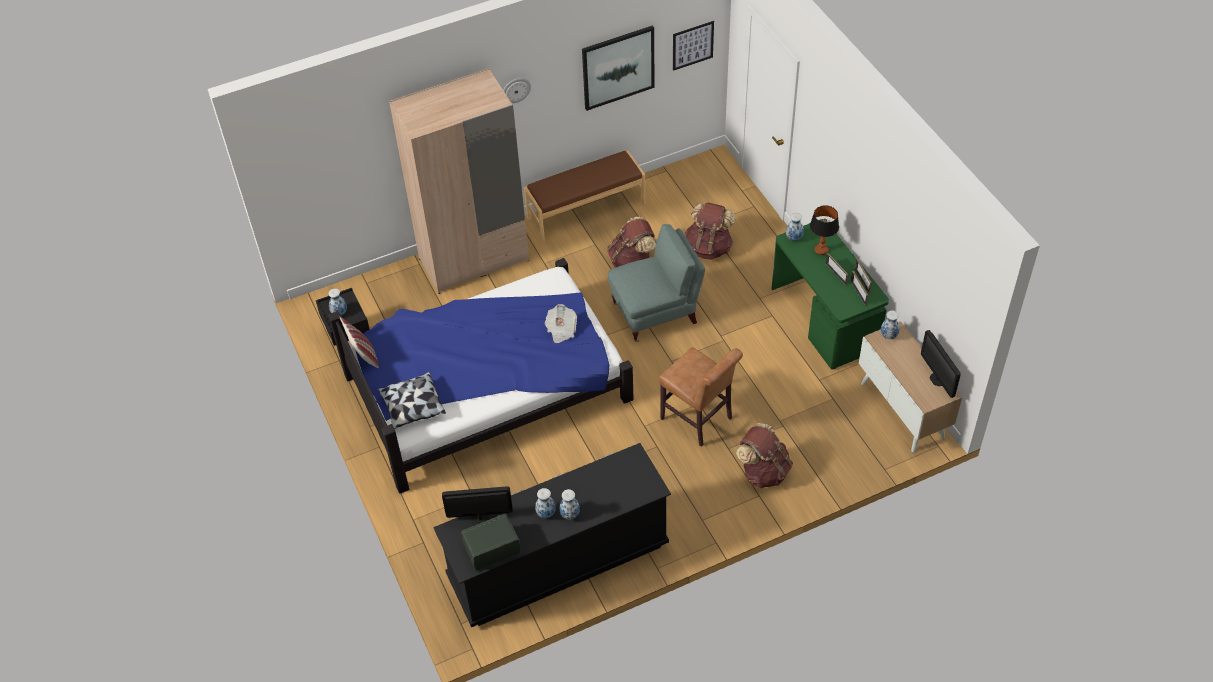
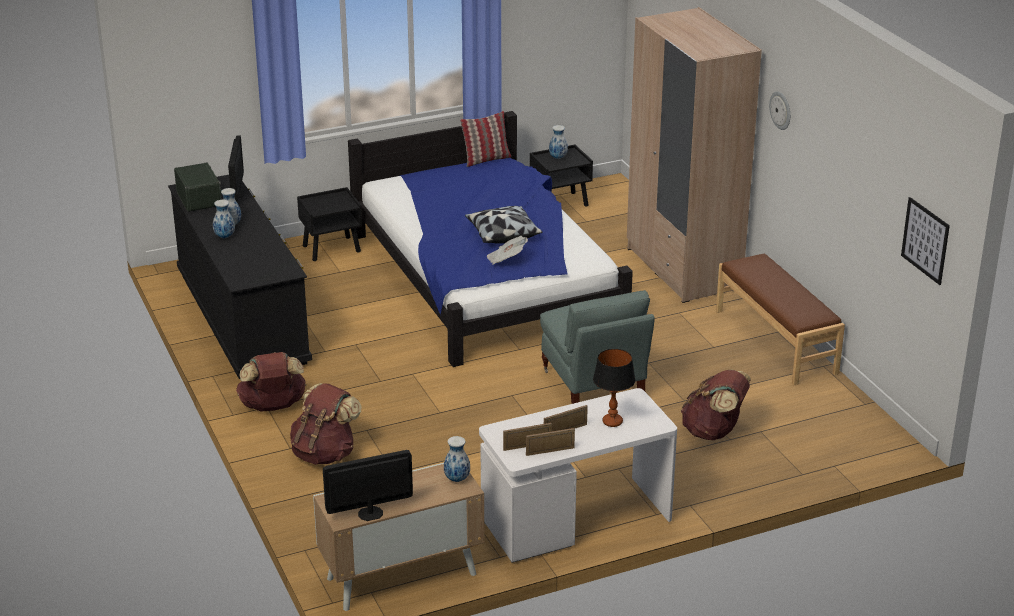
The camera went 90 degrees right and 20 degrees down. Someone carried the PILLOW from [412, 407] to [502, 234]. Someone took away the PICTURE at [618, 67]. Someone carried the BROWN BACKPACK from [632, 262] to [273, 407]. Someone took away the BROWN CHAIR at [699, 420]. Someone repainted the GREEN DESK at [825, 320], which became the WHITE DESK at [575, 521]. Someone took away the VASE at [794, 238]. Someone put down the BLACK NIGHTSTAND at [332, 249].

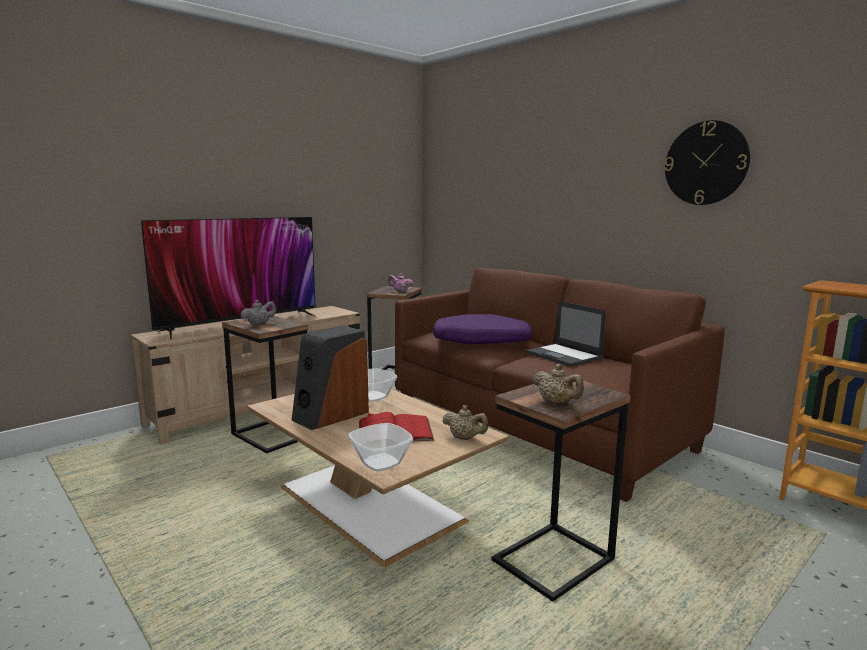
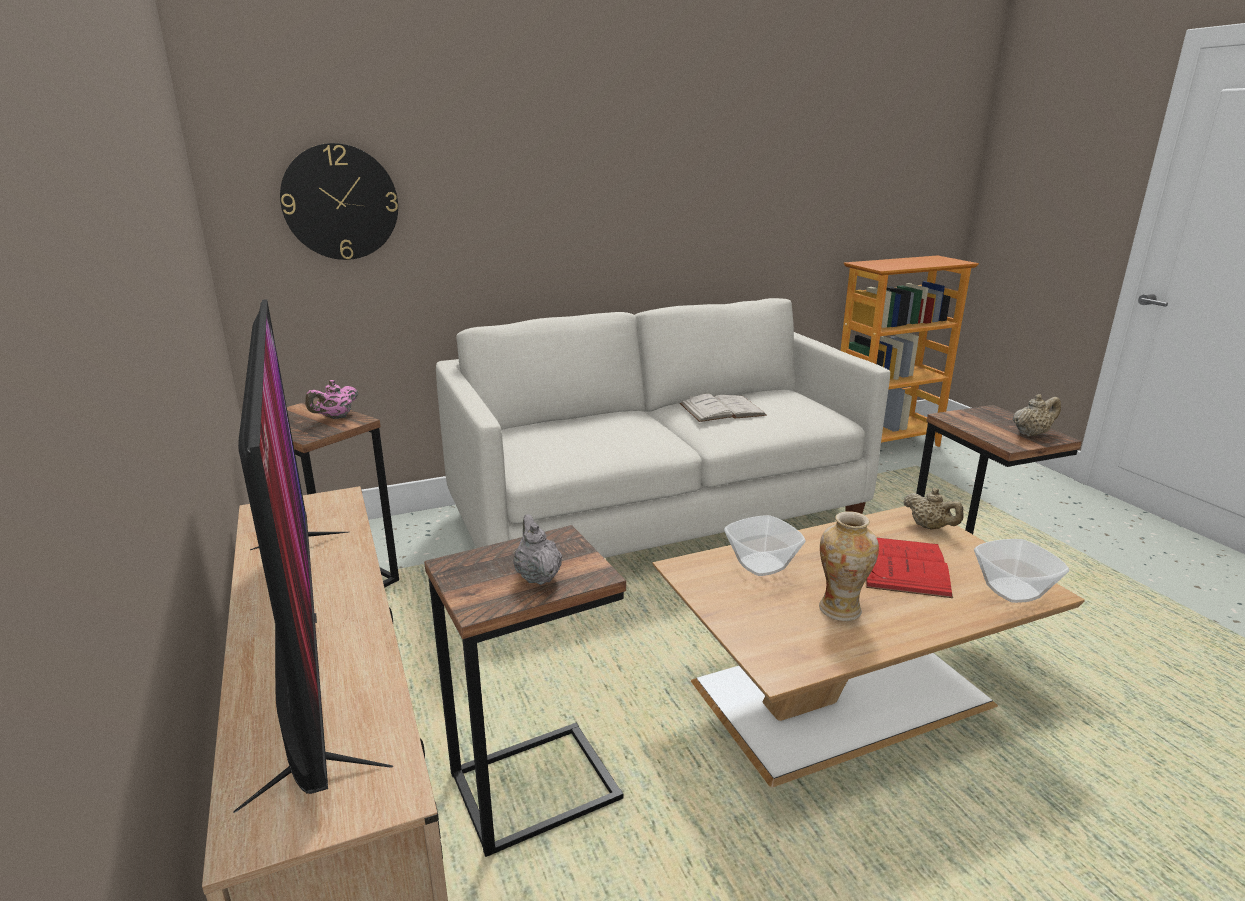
The camera went 70 degrees left and 10 degrees up. Someone swapped the SPEAKER at [330, 415] for the VASE at [840, 610]. Someone repainted the BROWN SOFA at [537, 427], which became the WHITE SOFA at [656, 517]. Someone took away the PURPLE PILLOW at [481, 341]. Someone rotated the BEIGE TEAPOT at [465, 438] by 90 degrees clockwise. Someone swapped the LAPTOP at [564, 355] for the WHITE BOOK at [722, 409]. Someone carried the WALL CLOCK from [706, 163] to [340, 202].

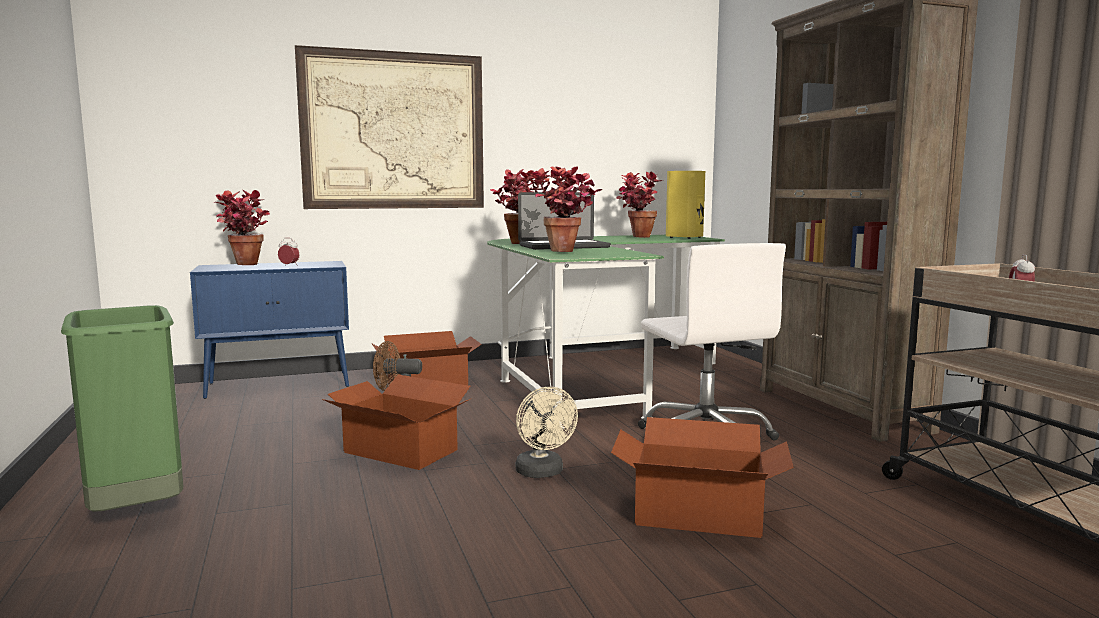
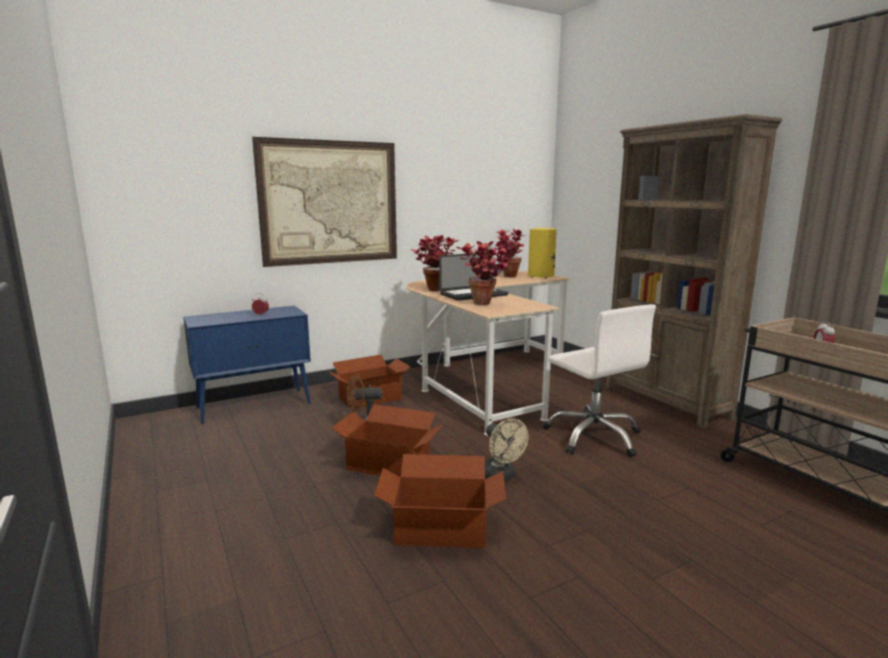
The camera went 10 degrees left and 5 degrees up. Someone took away the GREEN TRASH CAN at [137, 513]. Someone took away the POTTED PLANT at [244, 265]. Someone repainted the GREEN DESK at [592, 376], which became the BEIGE DESK at [484, 382]. Someone carried the CARDBOARD BOX from [699, 515] to [442, 530].

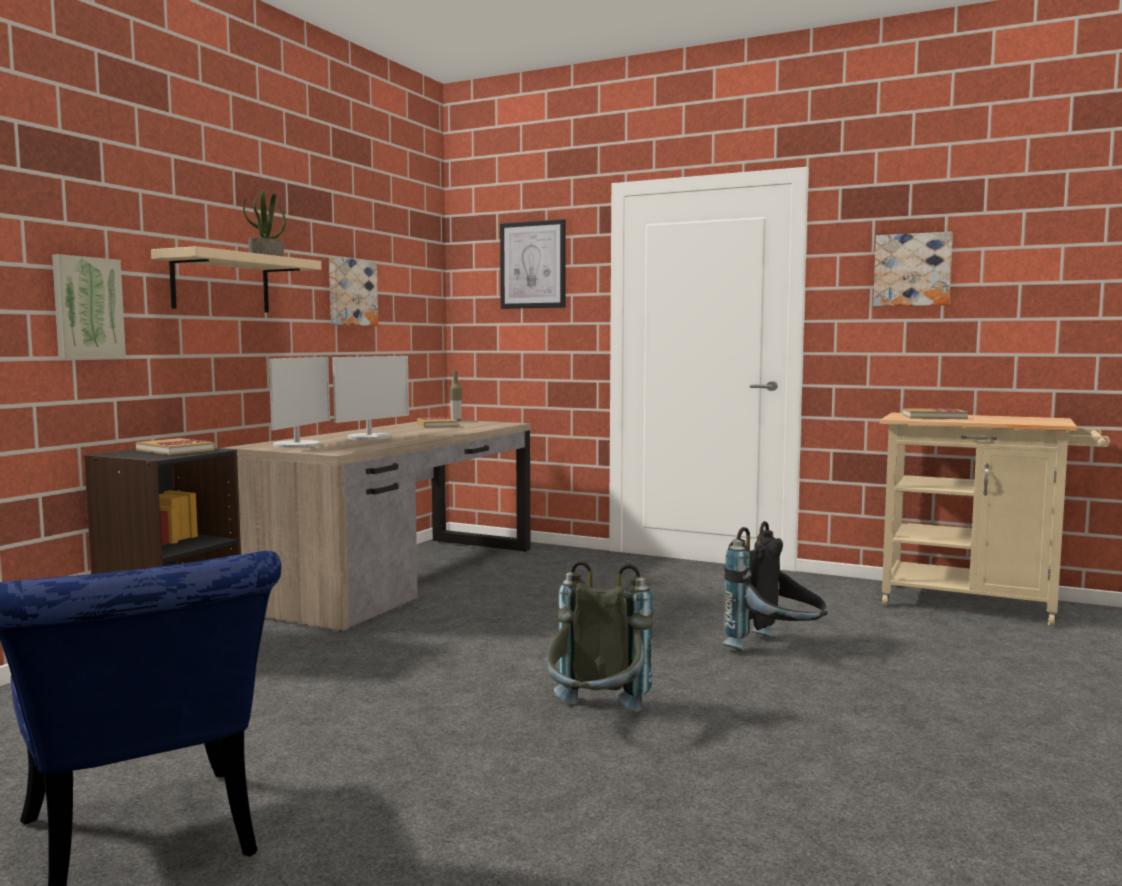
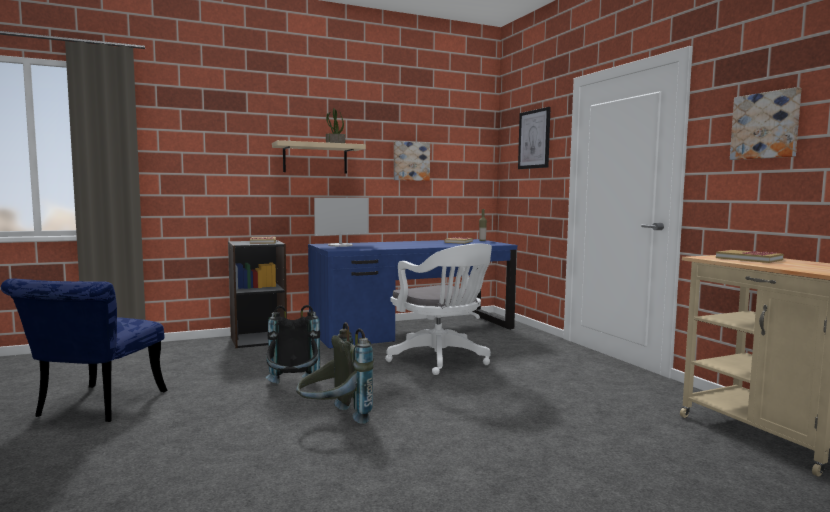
The camera went 40 degrees right and 0 degrees up. Someone took away the PICTURE at [87, 308]. Someone repainted the BROWN DESK at [399, 577], which became the BLUE DESK at [412, 330]. Someone took away the MONITOR at [370, 437]. Someone carried the BLACK BACKPACK from [776, 650] to [293, 388]. Someone put down the WHITE OFFICE CHAIR at [441, 360].

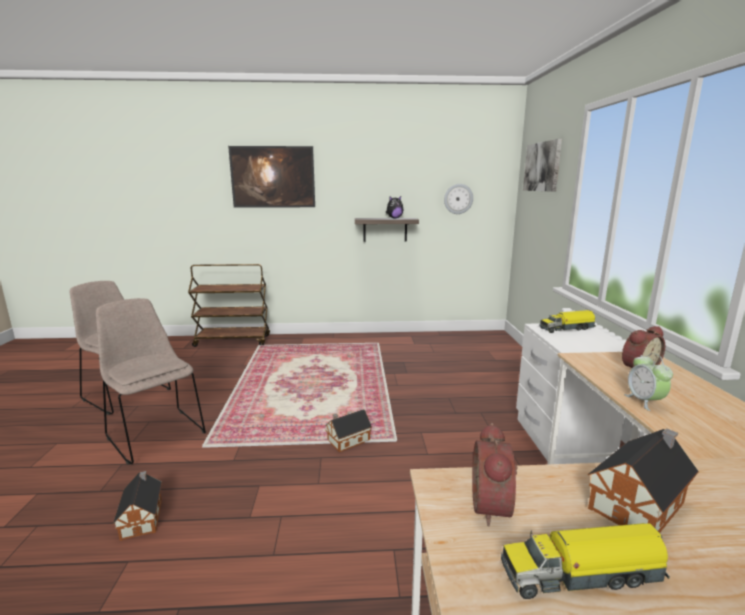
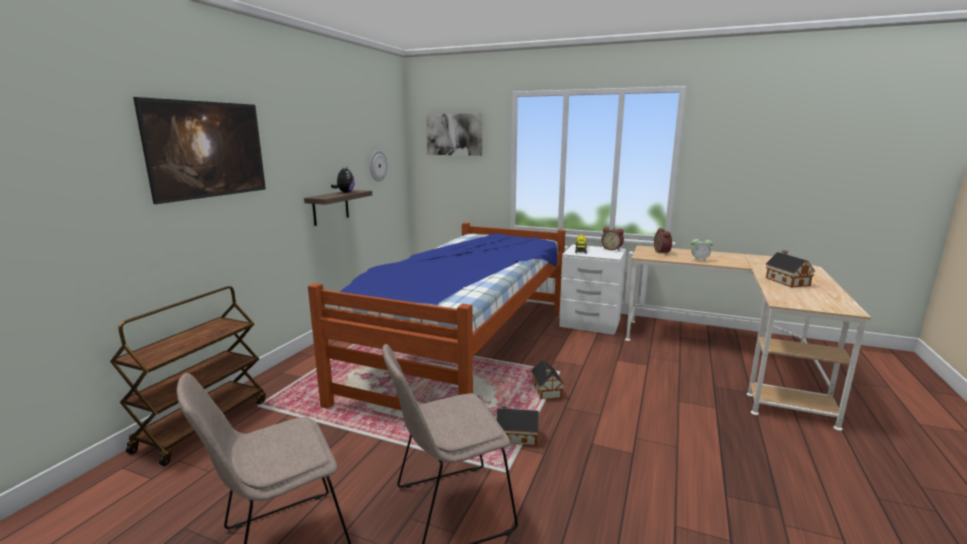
The camera went 65 degrees left and 0 degrees up. Someone carried the TOY HOUSE from [143, 517] to [515, 436]. Someone carried the ALARM CLOCK from [494, 506] to [612, 249]. Someone took away the TOY TRUCK at [583, 573]. Someone put down the BED at [464, 349].

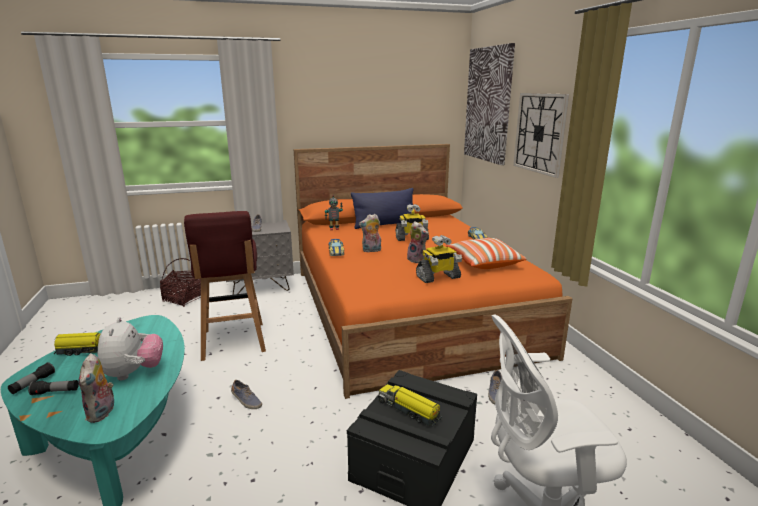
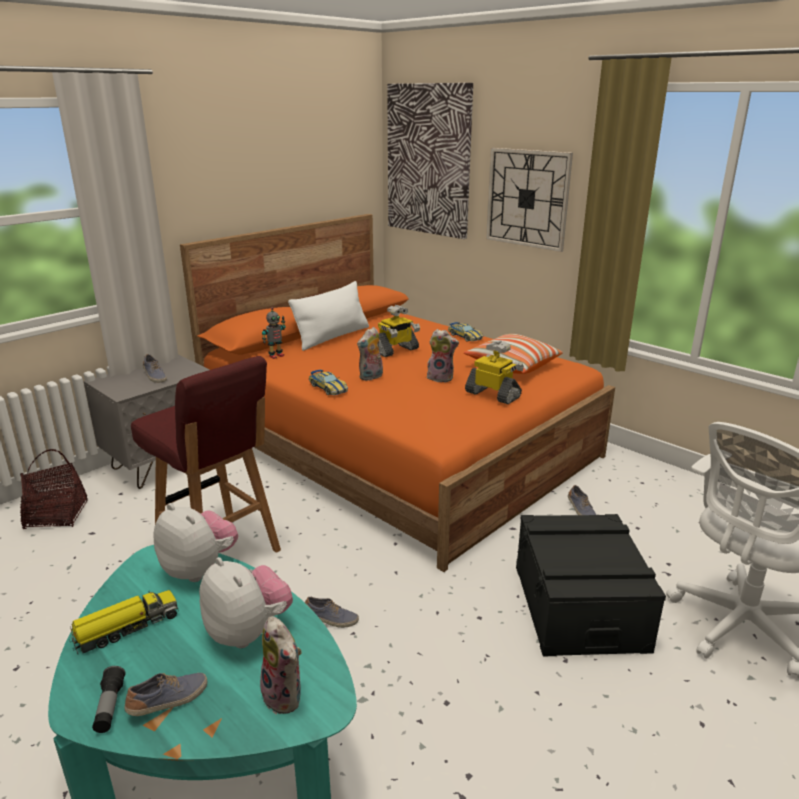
The camera went 30 degrees left and 5 degrees up. Someone swapped the FLASHLIGHT at [55, 392] for the SHOE at [169, 701]. Someone repainted the BLUE PILLOW at [385, 224], which became the WHITE PILLOW at [332, 337]. Someone took away the TOY TRUCK at [409, 410]. Someone rotated the TOY ROBOT at [438, 277] by 90 degrees counterclockwise. Someone put down the PLUSH TOY at [199, 569].

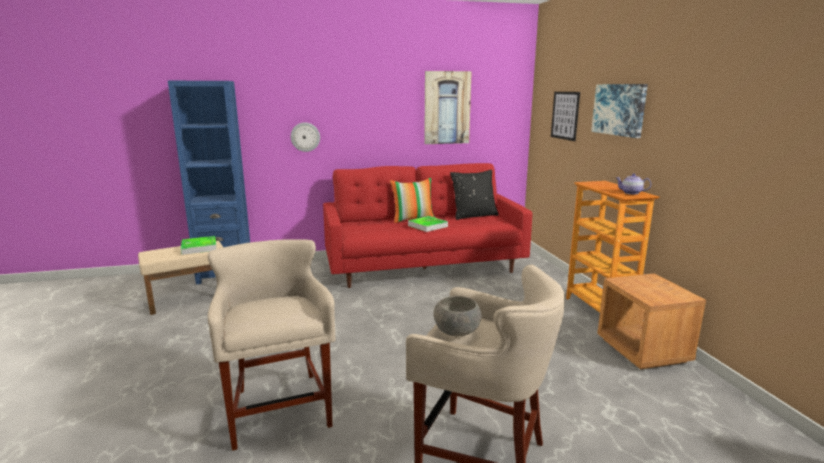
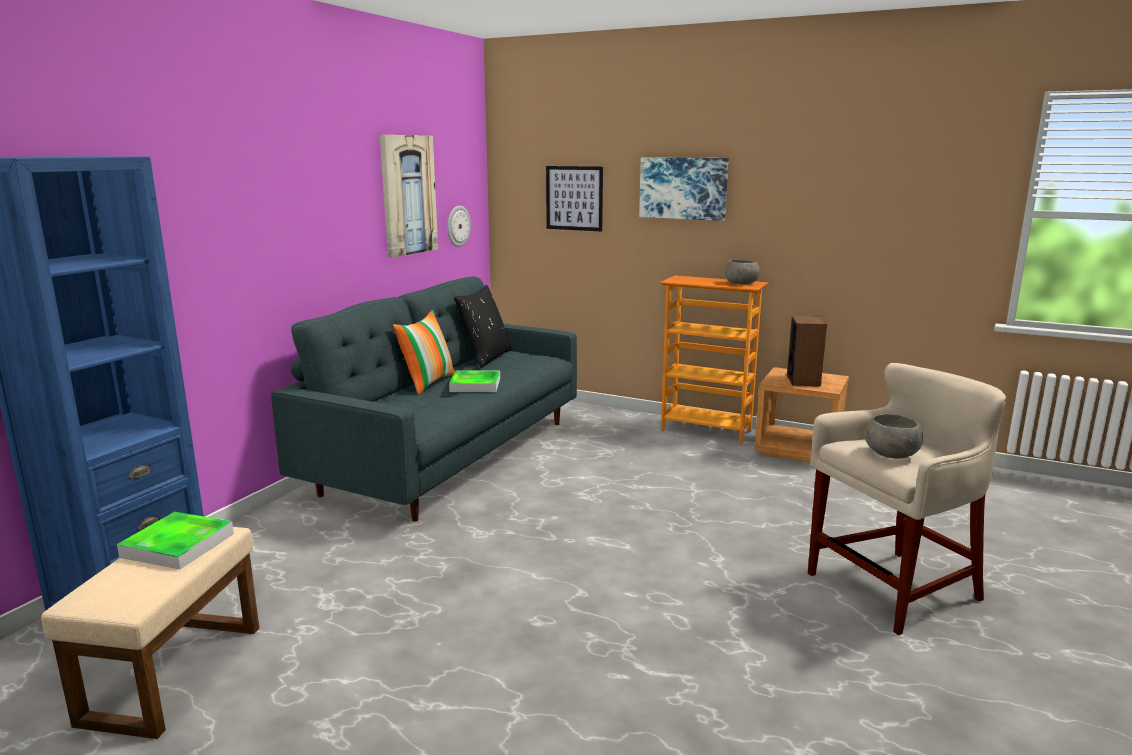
The camera went 50 degrees left and 0 degrees up. Someone took away the BEIGE STOOL at [280, 410]. Someone carried the WALL CLOCK from [305, 137] to [457, 226]. Someone repainted the RED SOFA at [424, 267], which became the GREY SOFA at [449, 455]. Someone swapped the TEAPOT at [631, 193] for the GREY BOWL at [741, 283]. Someone put down the SPEAKER at [803, 380].

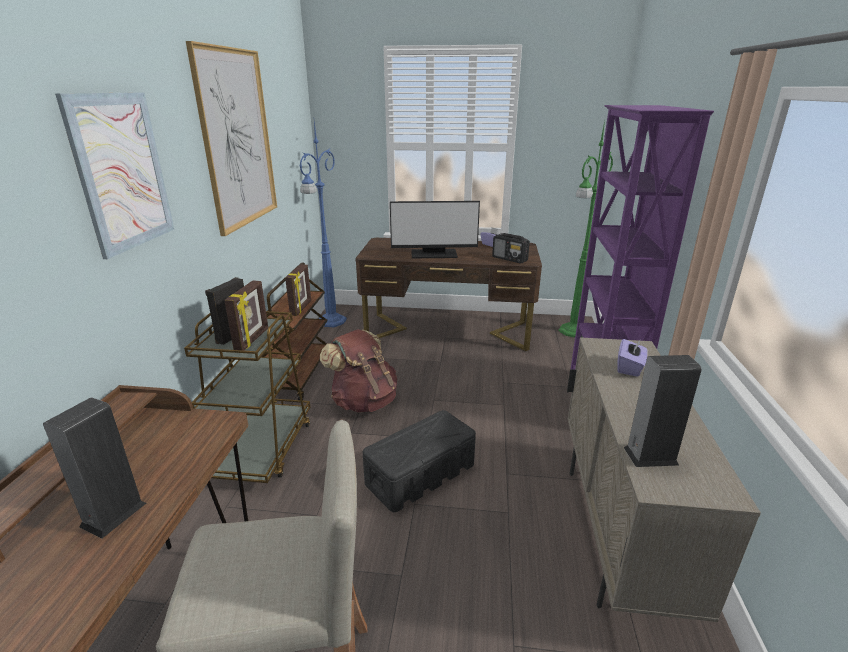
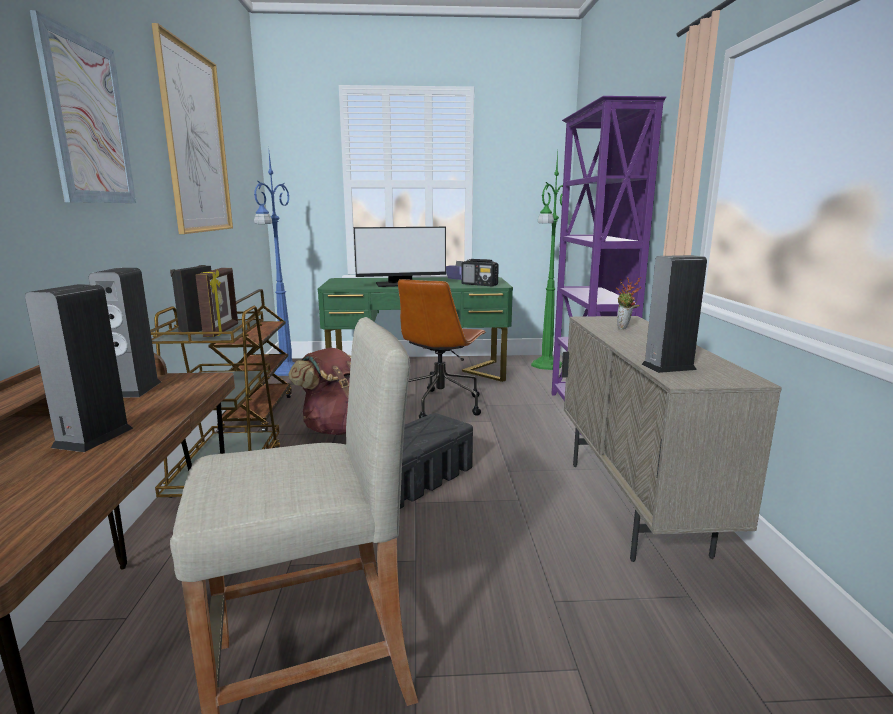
The camera went 10 degrees left and 10 degrees down. Someone took away the PICTURE FRAME at [301, 308]. Someone repainted the BROWN DESK at [447, 331], which became the GREEN DESK at [417, 372]. Someone swapped the PURPLE TISSUE BOX at [629, 368] for the POTTED PLANT at [625, 328]. Someone put down the SPEAKER at [134, 389]. Someone put down the BROWN OFFICE CHAIR at [440, 404].

